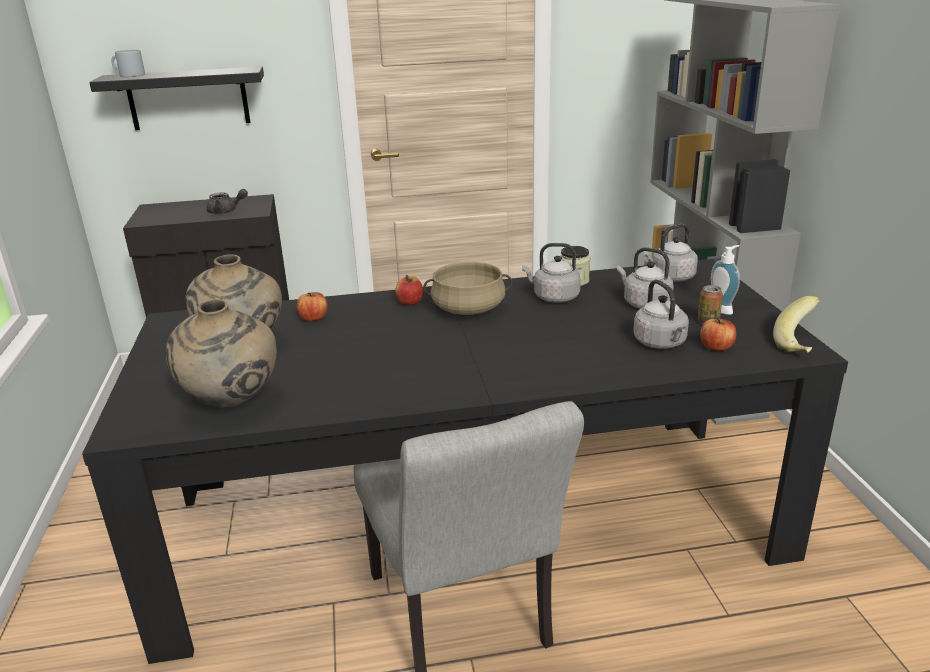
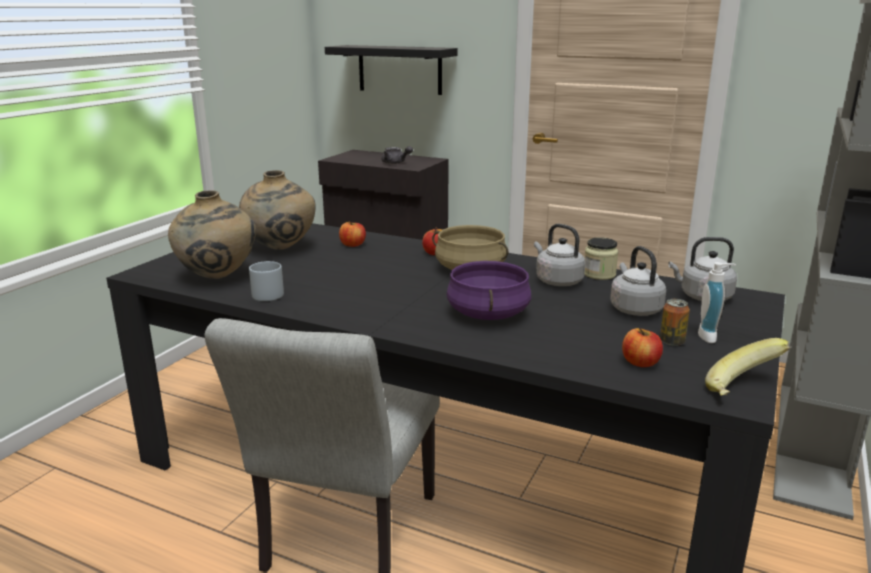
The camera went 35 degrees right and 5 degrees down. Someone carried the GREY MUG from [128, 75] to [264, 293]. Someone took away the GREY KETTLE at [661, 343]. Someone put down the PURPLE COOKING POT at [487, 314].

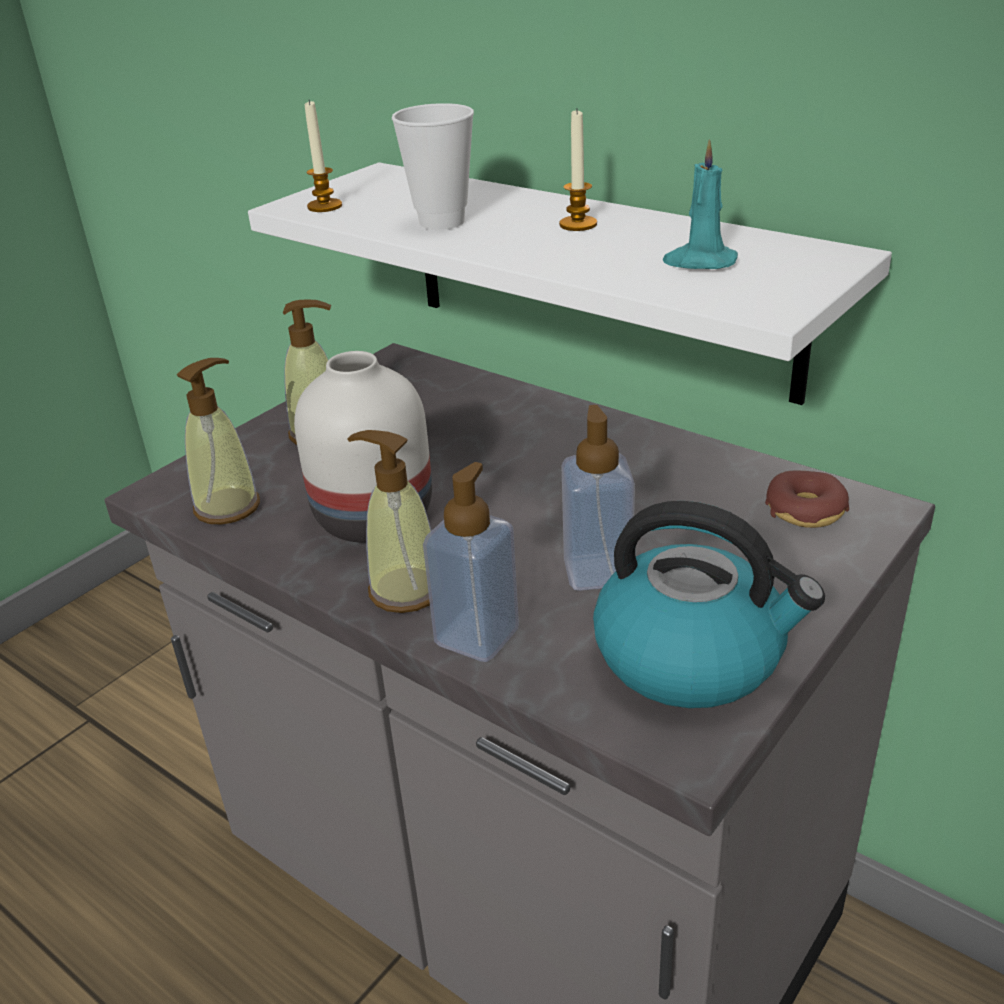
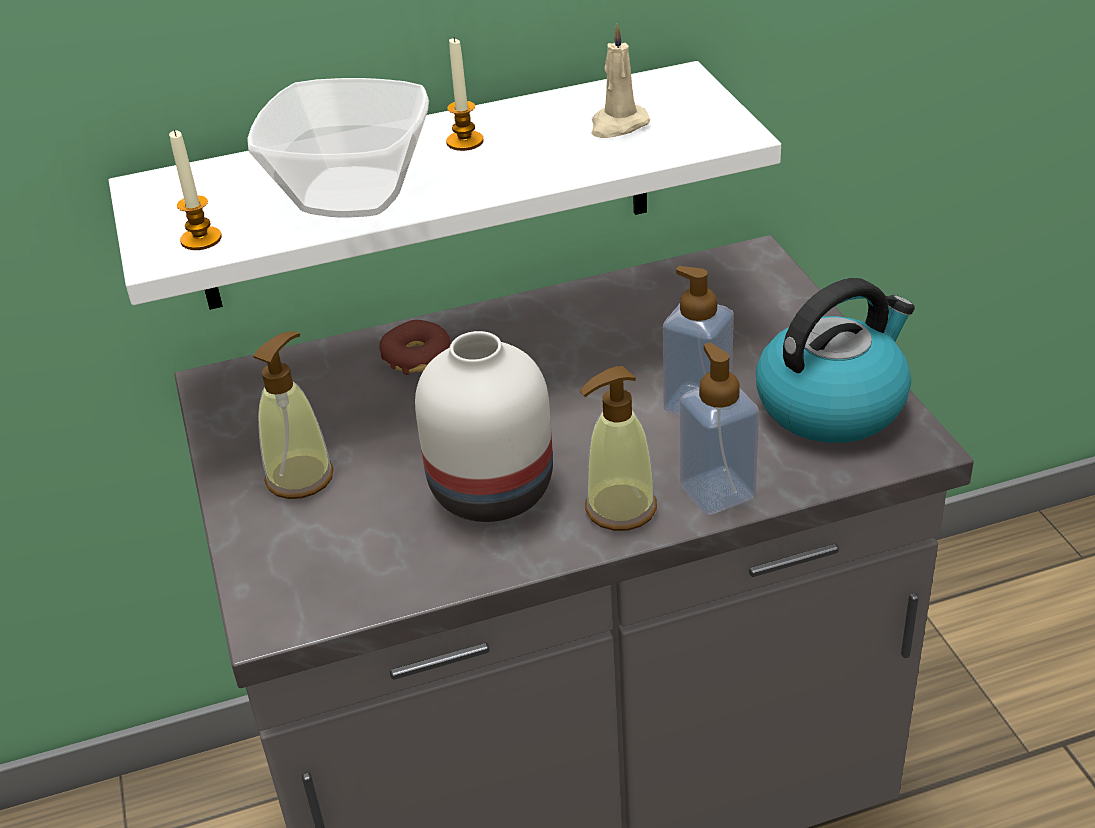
The camera went 55 degrees left and 5 degrees up. Someone took away the SOAP DISPENSER at [228, 507]. Someone swapped the CUP at [442, 222] for the BOWL at [353, 195]. Someone repainted the TURQUOISE CANDLE at [699, 262], which became the BEIGE CANDLE at [618, 125]. Someone carried the DONUT from [805, 510] to [417, 356].

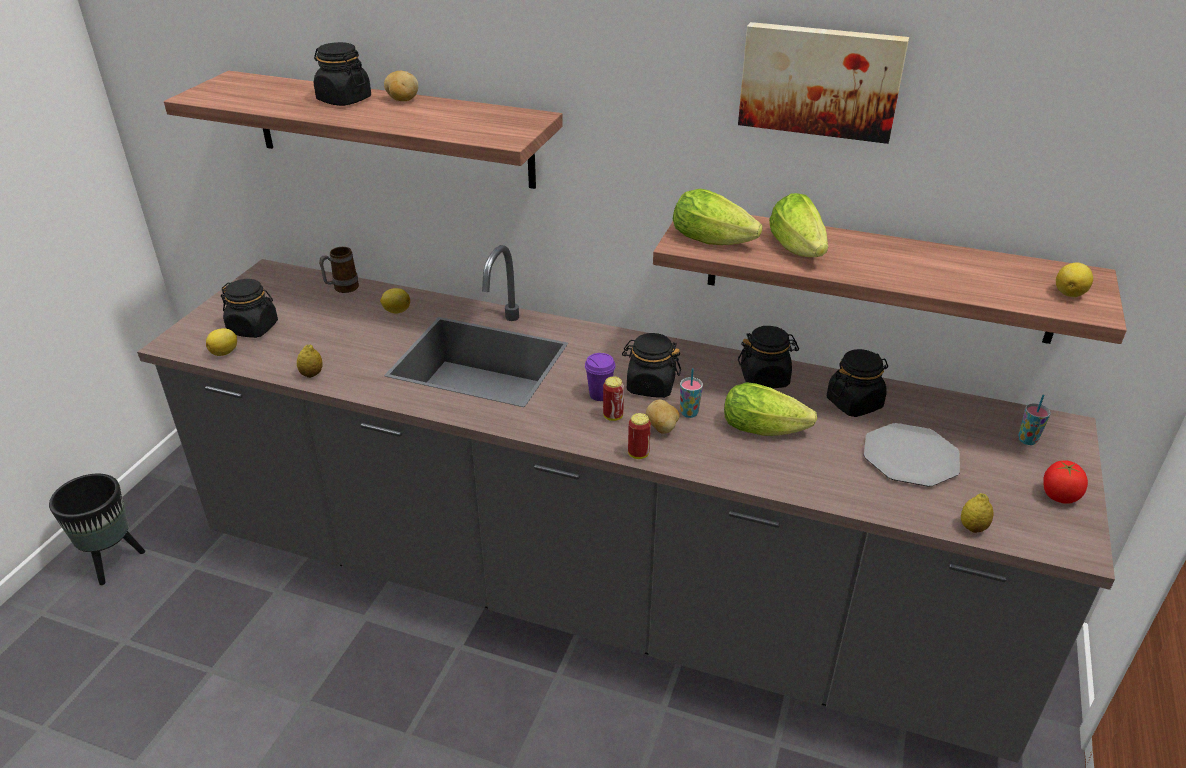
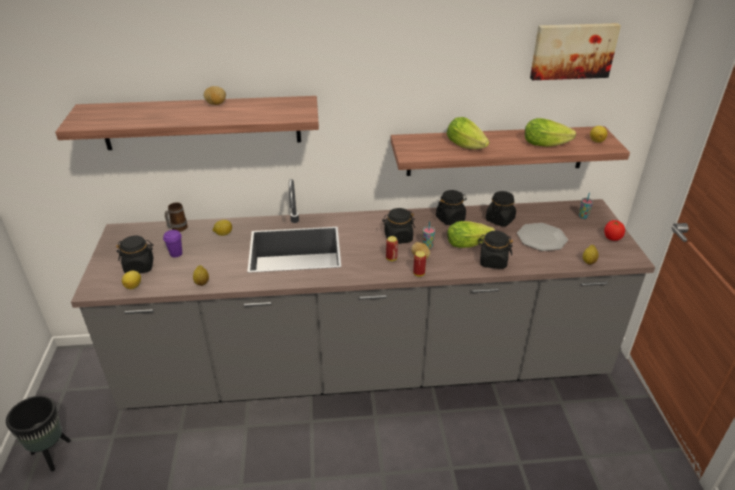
The camera went 25 degrees left and 0 degrees up. Someone carried the BLACK JAR from [344, 100] to [492, 261]. Someone carried the PURPLE CUP from [599, 395] to [176, 254]. Someone carried the LETTUCE from [716, 241] to [548, 144]. Someone carried the PICTURE from [820, 80] to [572, 51].

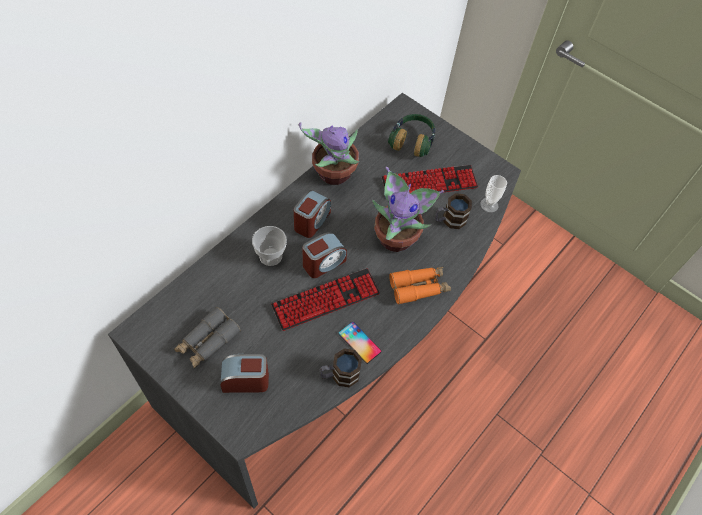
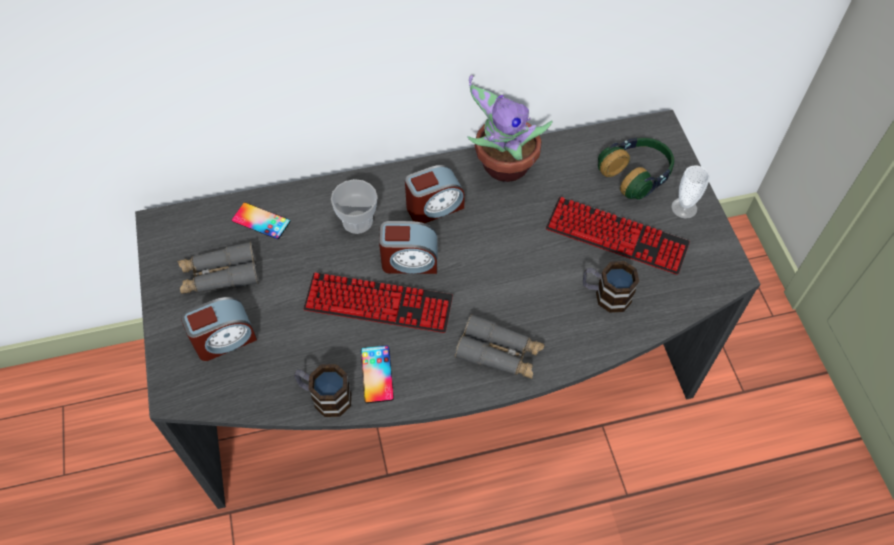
The camera went 40 degrees right and 0 degrees up. Someone rotated the ALARM CLOCK at [246, 380] by 120 degrees clockwise. Someone took away the POTTED PLANT at [397, 237]. Someone repainted the ORANGE BINOCULARS at [419, 287], which became the GREY BINOCULARS at [499, 353]. Someone carried the CUP from [489, 205] to [684, 208]. Someone put down the PHONE at [261, 221].

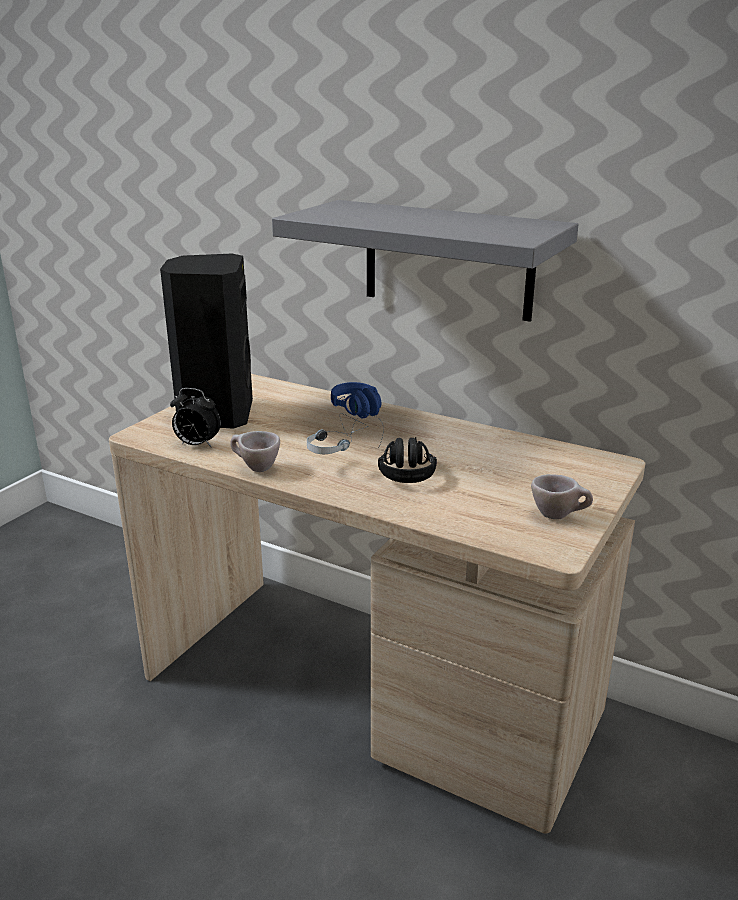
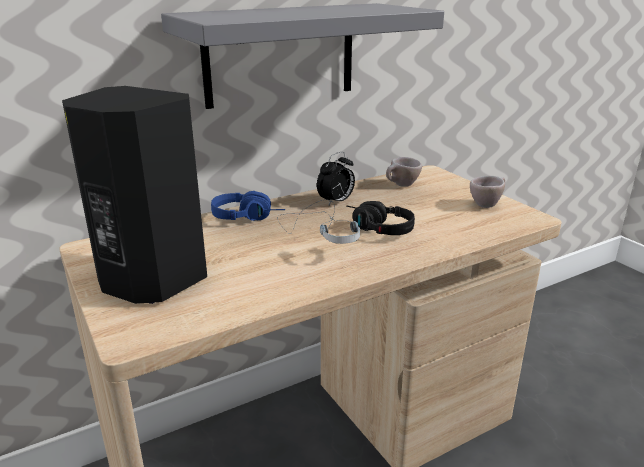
The camera went 60 degrees left and 0 degrees up. Someone carried the ALARM CLOCK from [197, 445] to [336, 202]. Someone carried the BEIGE CUP from [254, 468] to [401, 186].

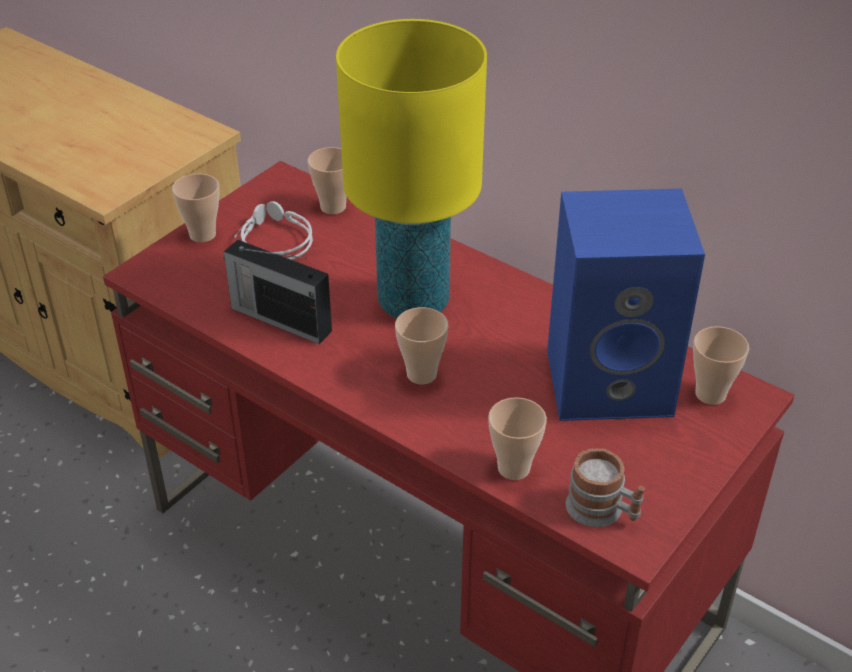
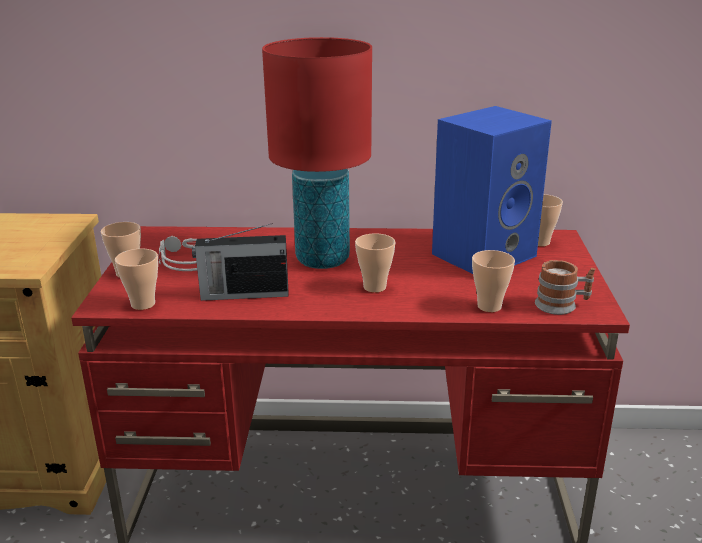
The camera went 35 degrees left and 15 degrees down. Someone carried the CUP from [333, 207] to [143, 304]. Someone repainted the YELLOW TABLE LAMP at [413, 302], which became the RED TABLE LAMP at [322, 259].

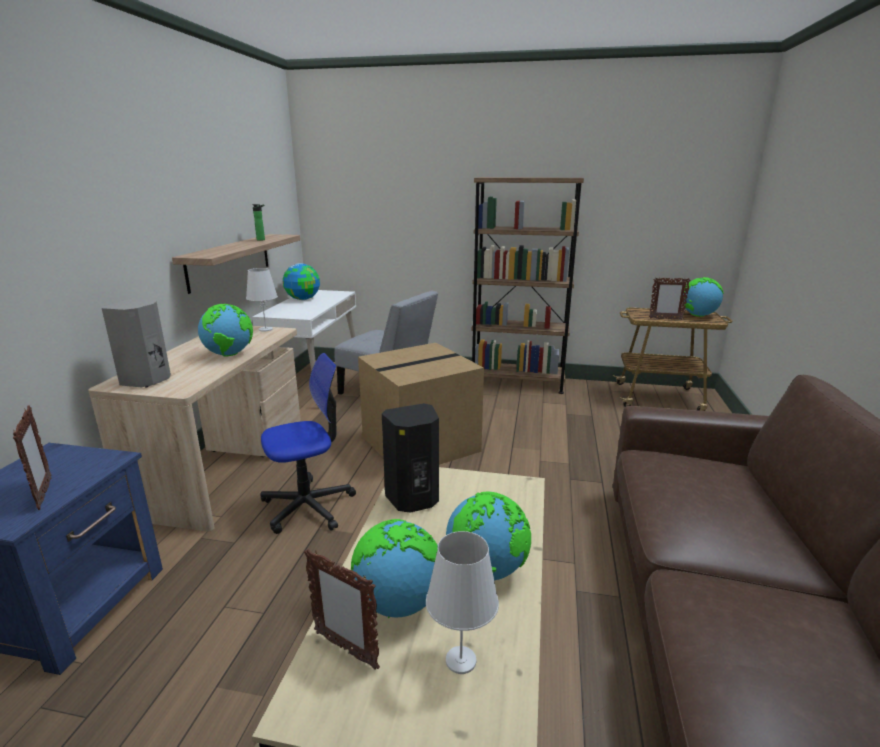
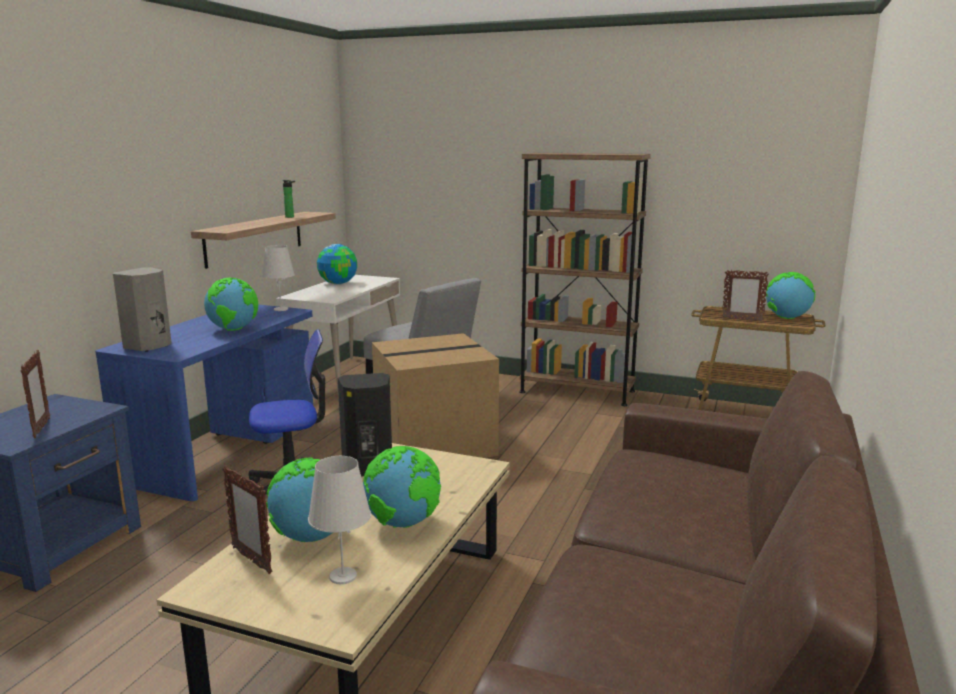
The camera went 10 degrees right and 5 degrees down. Someone repainted the BEIGE DESK at [226, 467], which became the BLUE DESK at [226, 450].

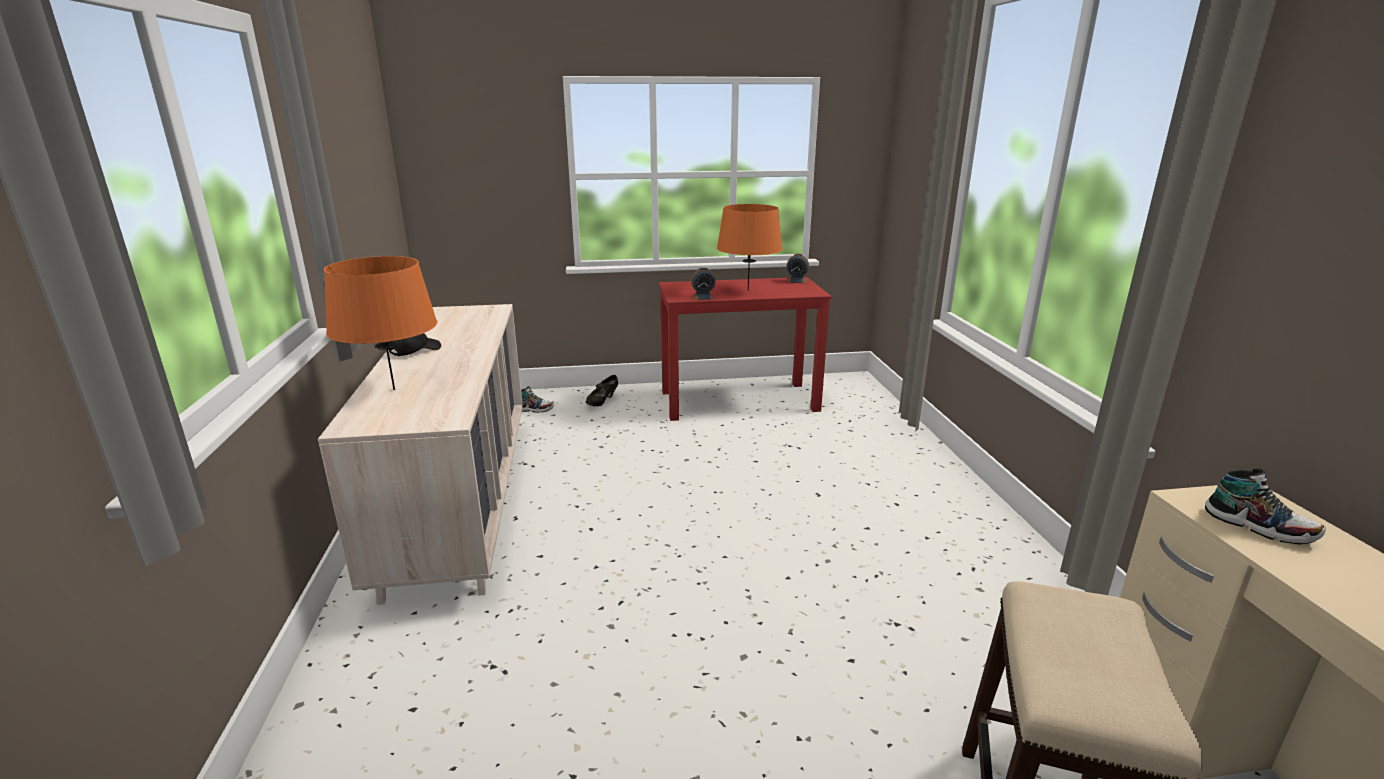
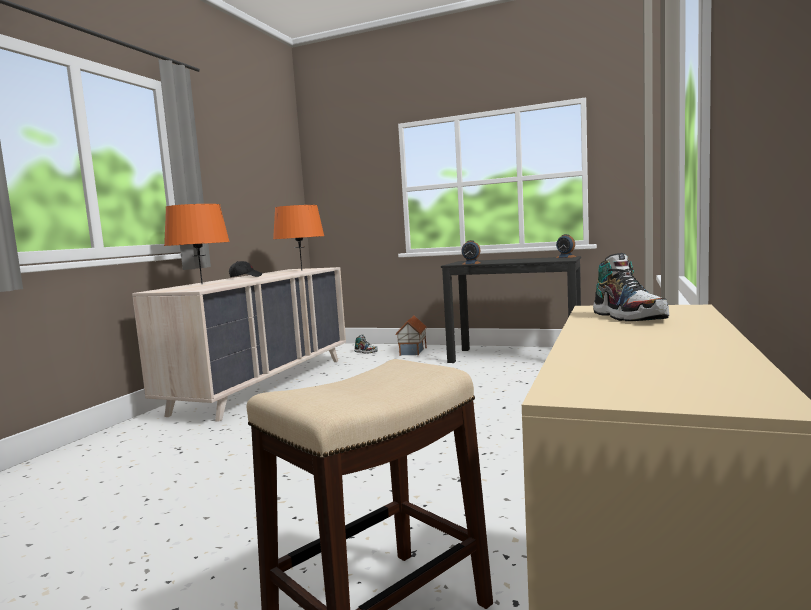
The camera went 30 degrees right and 15 degrees down. Someone swapped the BLACK SHOE at [602, 402] for the TOY HOUSE at [413, 351]. Someone repainted the RED DESK at [739, 401], which became the BLACK DESK at [515, 357]. Someone carried the ORANGE TABLE LAMP from [748, 290] to [302, 271].

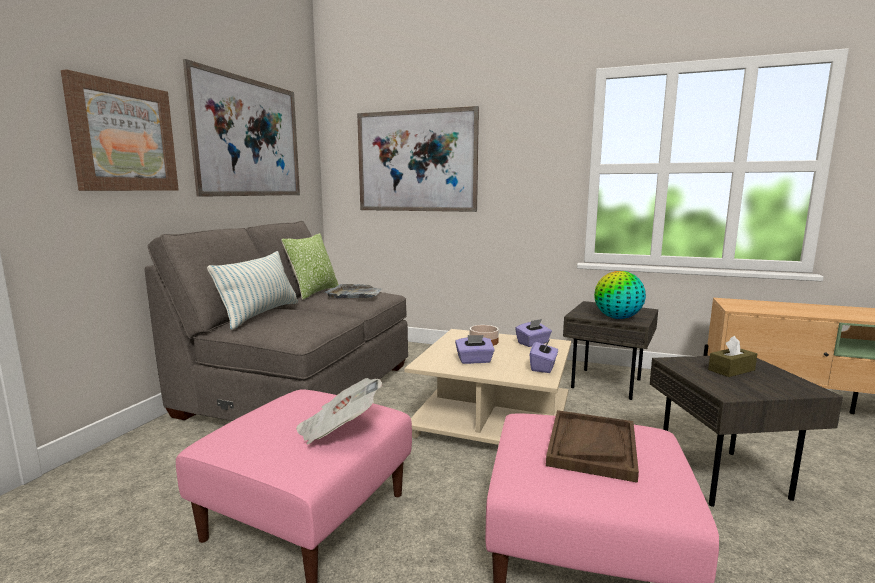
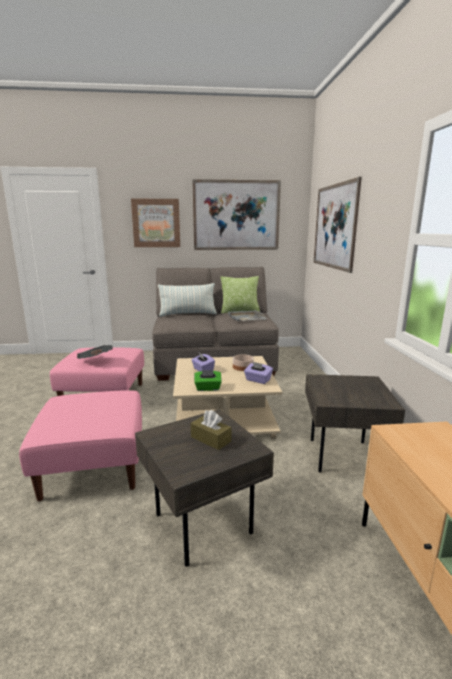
The camera went 65 degrees right and 5 degrees up. Someone repainted the PURPLE TISSUE BOX at [543, 367], which became the GREEN TISSUE BOX at [208, 388]. Someone took away the BROWN TRAY at [591, 446]. Someone took away the GLOBE at [617, 318].

